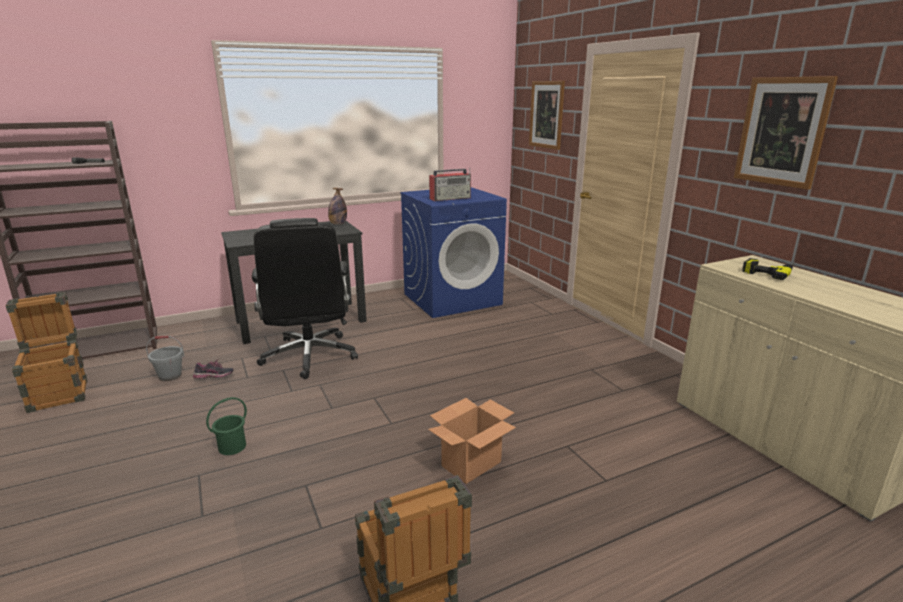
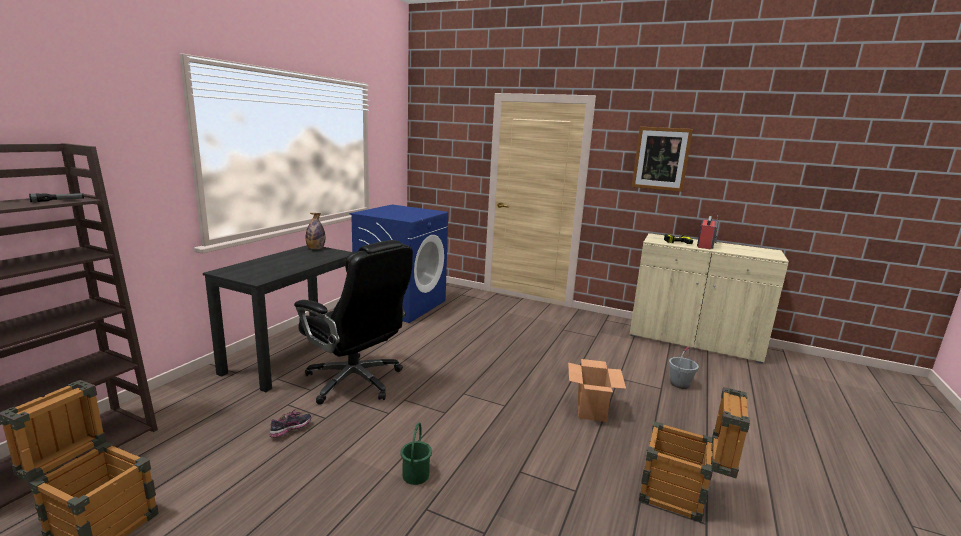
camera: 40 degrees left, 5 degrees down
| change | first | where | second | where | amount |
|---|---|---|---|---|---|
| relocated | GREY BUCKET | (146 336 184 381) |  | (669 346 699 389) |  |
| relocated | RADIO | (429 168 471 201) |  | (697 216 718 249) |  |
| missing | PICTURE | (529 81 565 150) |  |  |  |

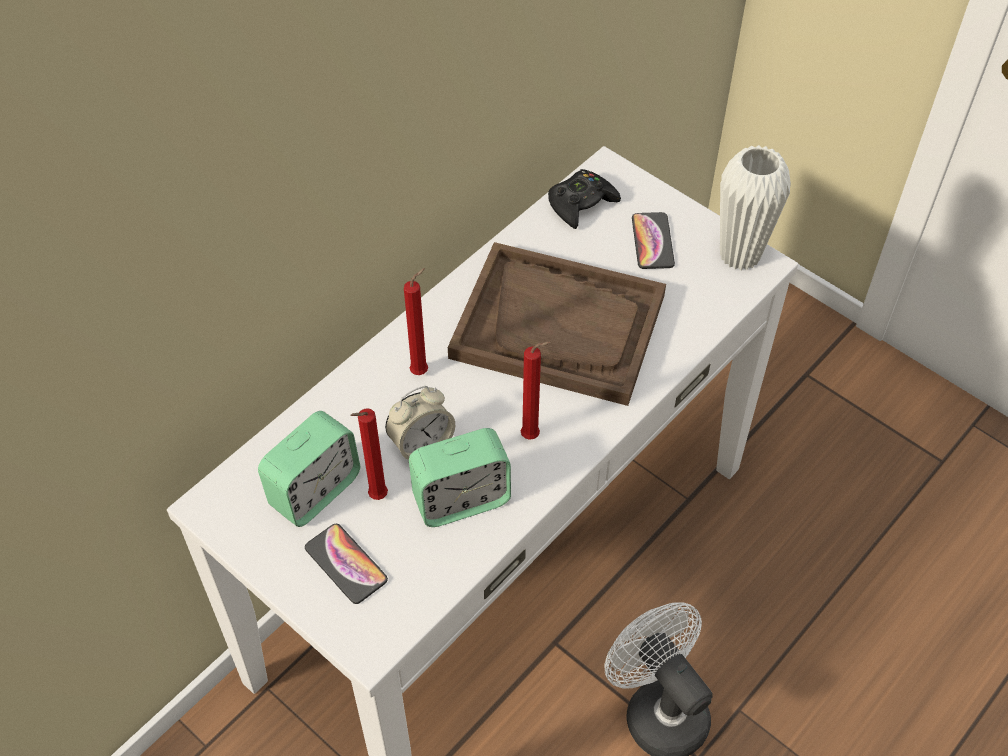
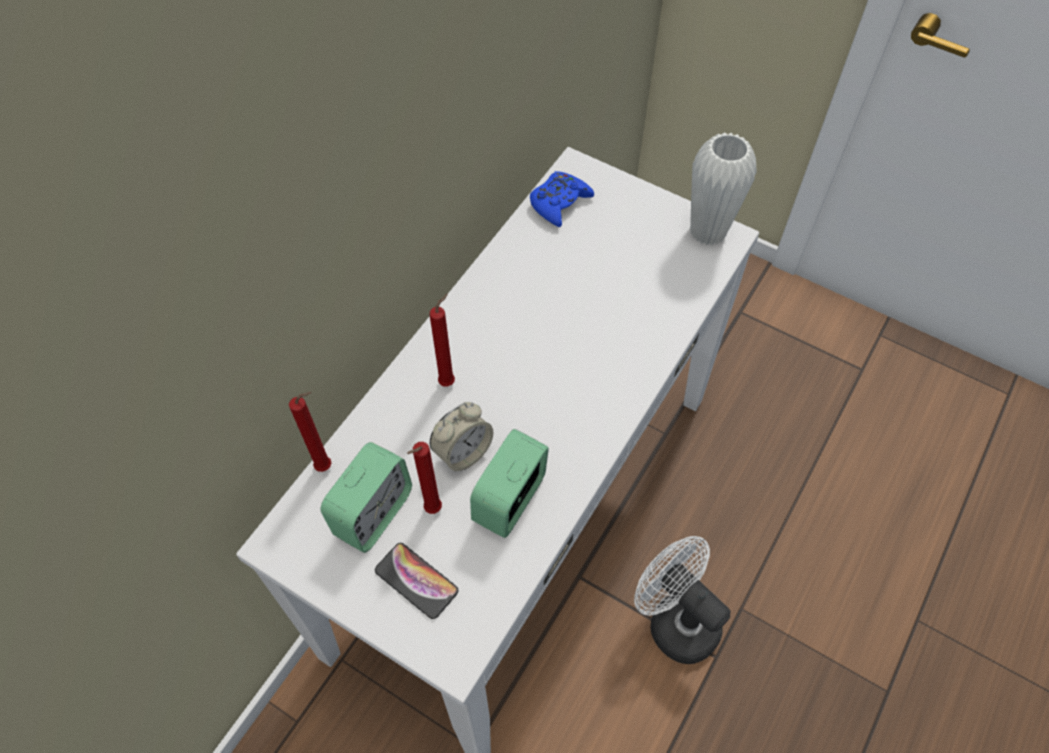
camera: 10 degrees left, 5 degrees up
| change | first | where | second | where | amount |
|---|---|---|---|---|---|
| spun | ALARM CLOCK | (409 428 511 527) |  | (470 429 549 538) | 150 degrees clockwise |
| missing | BROWN TRAY | (448 242 666 406) |  |  |  |
| relocated | RED CANDLE | (521 341 551 440) |  | (289 392 331 472) |  |
| colour | BLACK GAME CONTROLLER | (548 169 621 229) | BLUE GAME CONTROLLER | (530 171 594 227) |  |
| missing | PHONE | (632 212 675 269) |  |  |  |

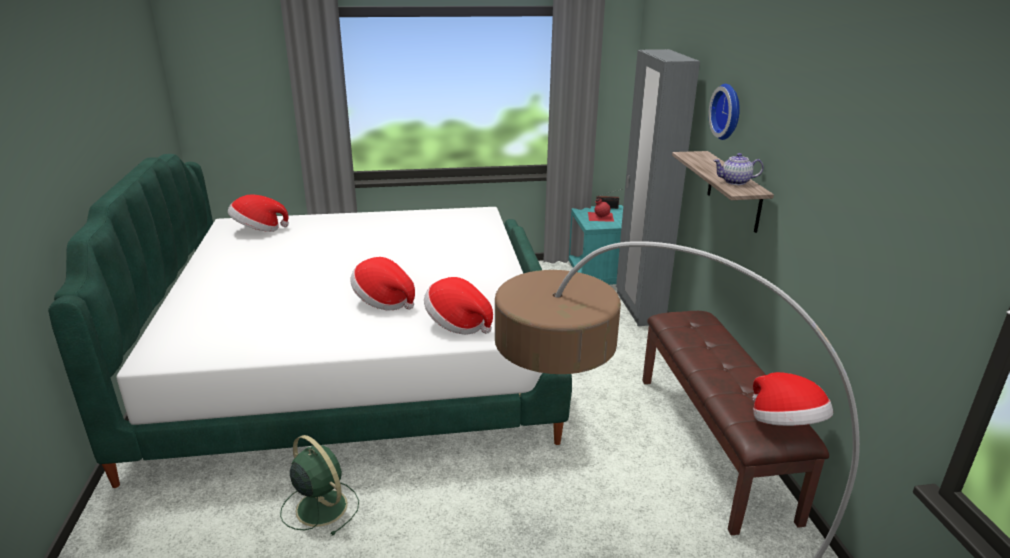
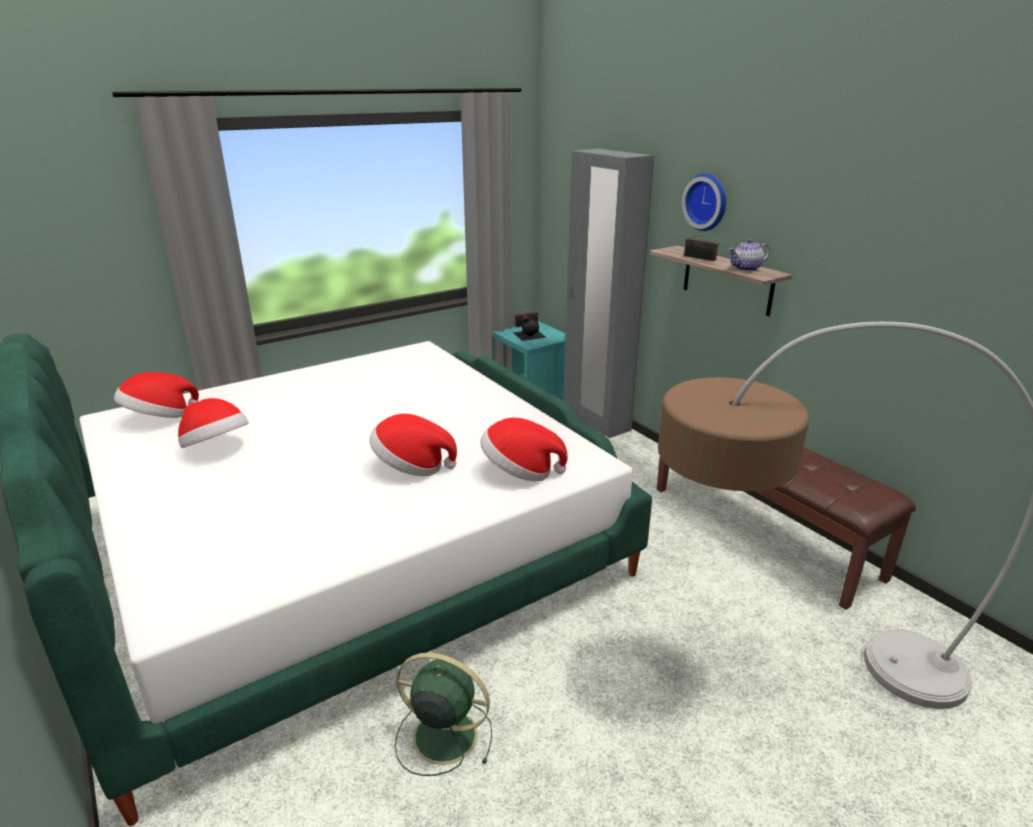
camera: 25 degrees left, 0 degrees up
| change | first | where | second | where | amount |
|---|---|---|---|---|---|
| colour | RED BOTTLE | (588 198 614 222) | BLACK BOTTLE | (513 316 547 341) |  |
| relocated | HAT | (752 372 833 426) |  | (178 398 249 448) |  |
| appeared |  |  | RADIO | (684 231 721 261) |  |

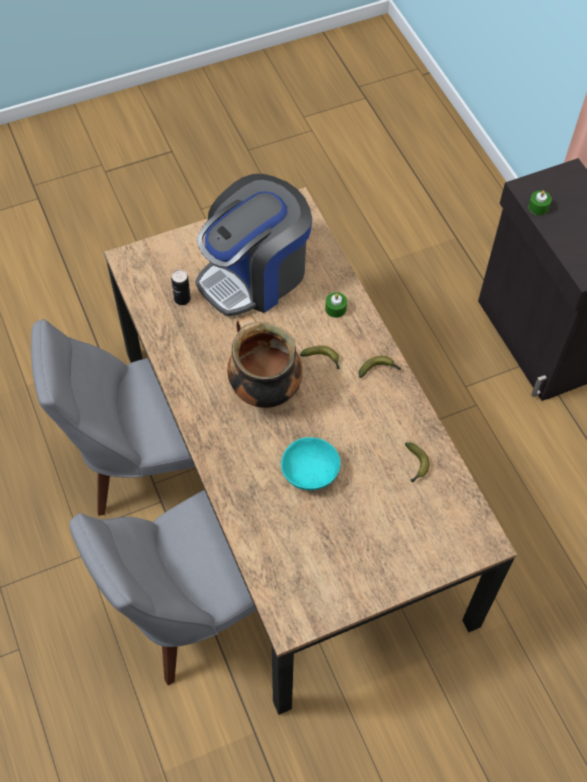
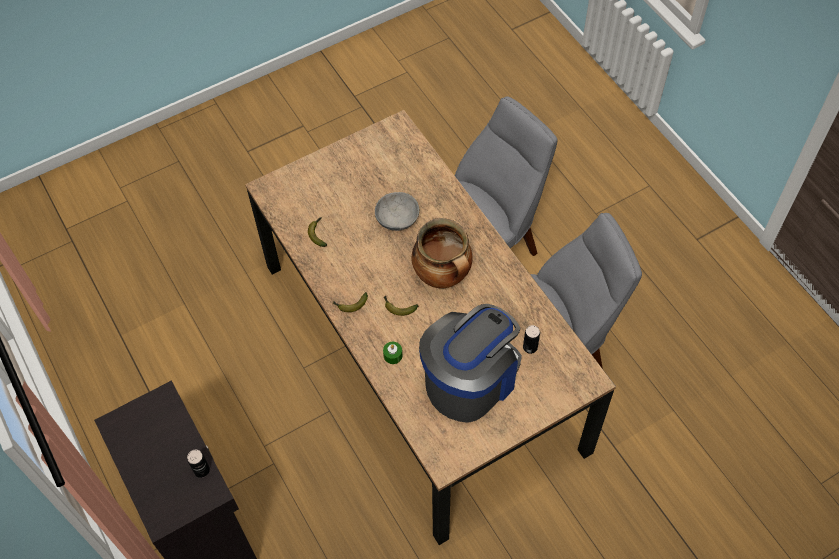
camera: 175 degrees right, 0 degrees up
| change | first | where | second | where | amount |
|---|---|---|---|---|---|
| colour | TURQUOISE BOWL | (281 437 341 490) | GREY BOWL | (375 192 419 231) |  |
| exchanged | GREEN CANDLE | (528 191 552 215) | CAN | (187 450 210 478) |  |

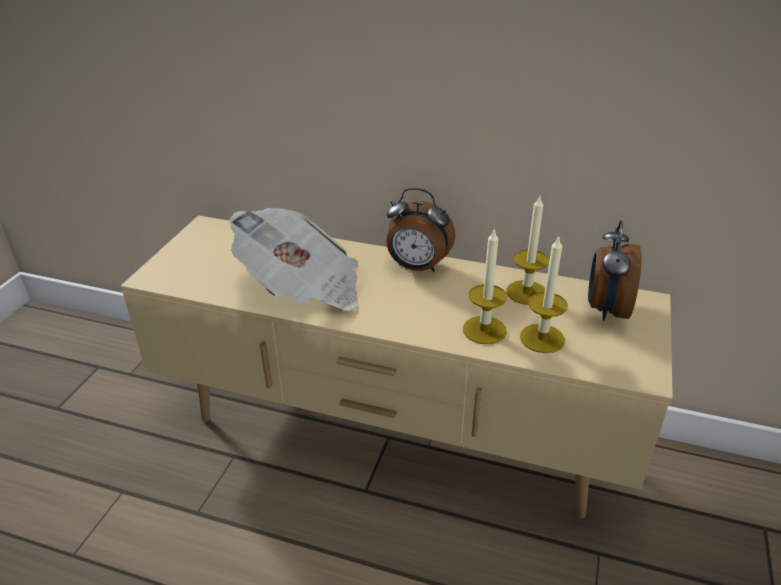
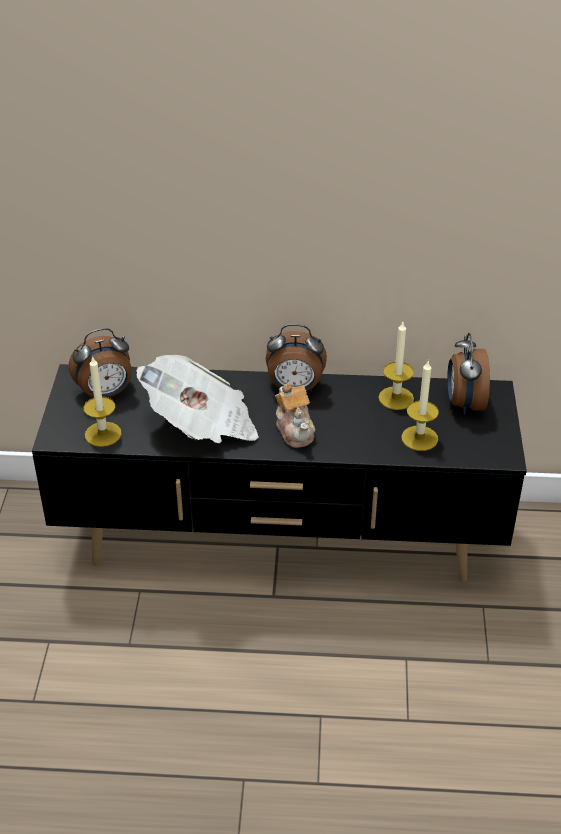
camera: 15 degrees left, 5 degrees up
| change | first | where | second | where | amount |
|---|---|---|---|---|---|
| colour | BEIGE TV STAND | (121 215 673 518) | BLACK TV STAND | (32 364 527 582) |  |
| relocated | CANDLE | (463 228 507 344) |  | (83 356 122 447) |  |
| appeared |  |  | ALARM CLOCK | (69 328 131 399) |  |
| appeared |  |  | TEAPOT | (275 383 315 448) |  |

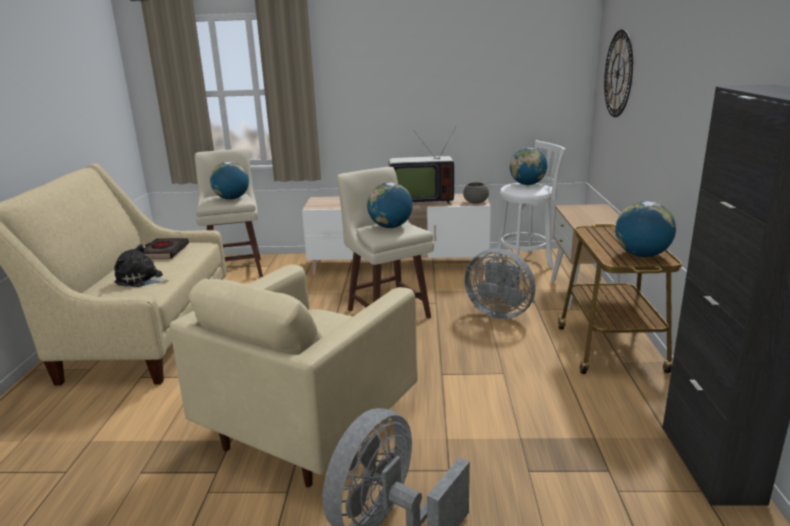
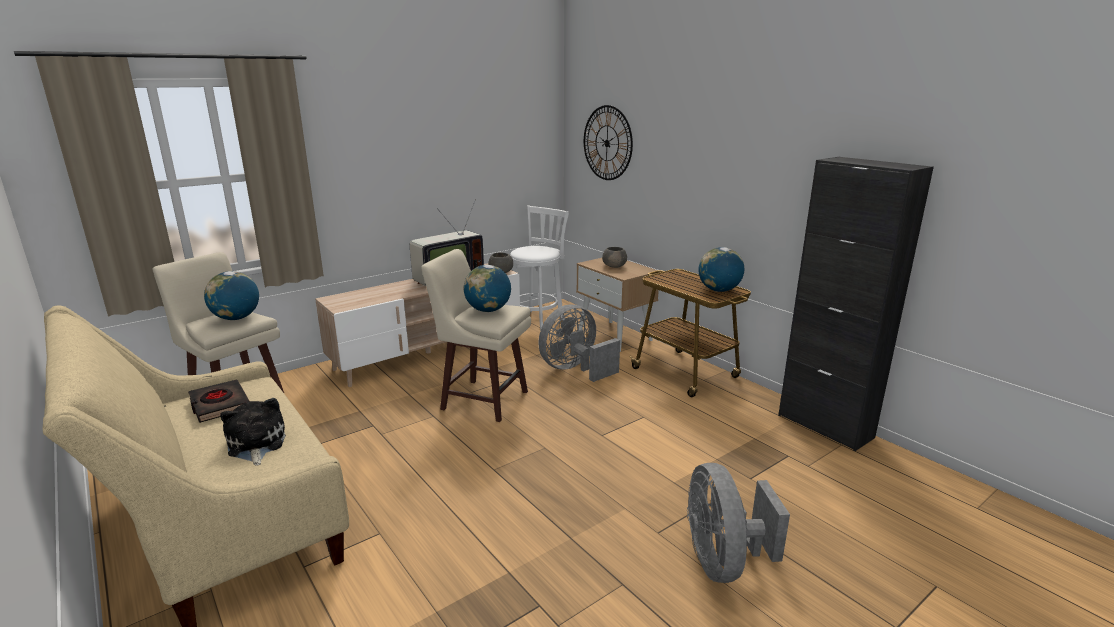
camera: 40 degrees left, 0 degrees up
| change | first | where | second | where | amount |
|---|---|---|---|---|---|
| spun | PLUSH TOY | (114 244 169 287) |  | (220 398 286 466) | 90 degrees clockwise |
| missing | BEIGE ARMCHAIR | (170 265 418 487) |  |  |  |
| spun | GREY FAN | (464 248 536 319) |  | (538 305 620 382) | 150 degrees clockwise |
| missing | GLOBE | (510 148 547 185) |  |  |  |
| appeared |  |  | GREY BOWL | (602 247 627 268) |  |

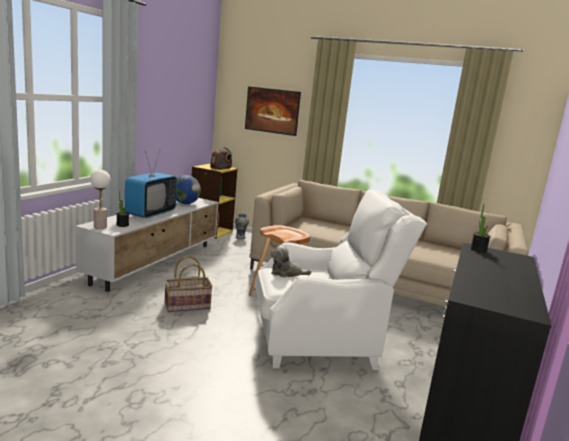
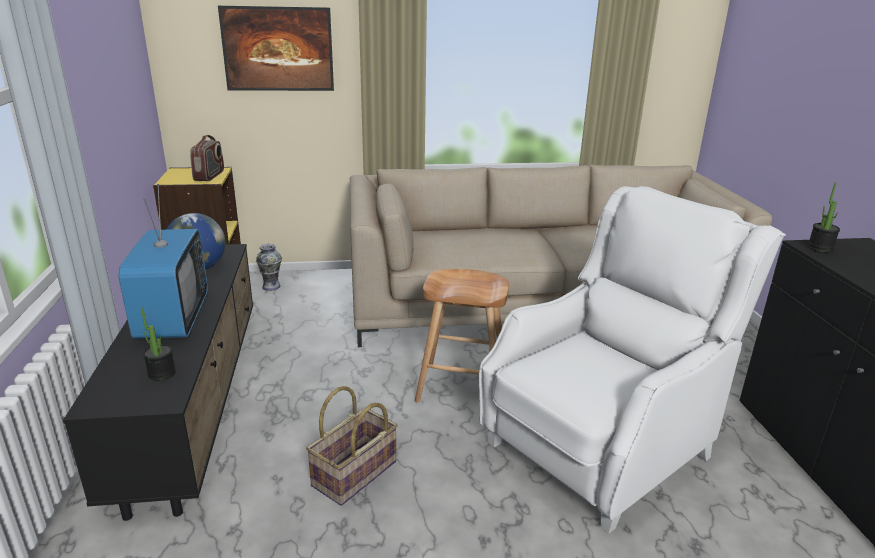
camera: 30 degrees left, 10 degrees up
| change | first | where | second | where | amount |
|---|---|---|---|---|---|
| colour | WHITE TV STAND | (75 198 219 292) | BLACK TV STAND | (63 244 253 521) |  |
| missing | TABLE LAMP | (90 170 111 229) |  |  |  |
| missing | PLUSH TOY | (271 245 311 277) |  |  |  |

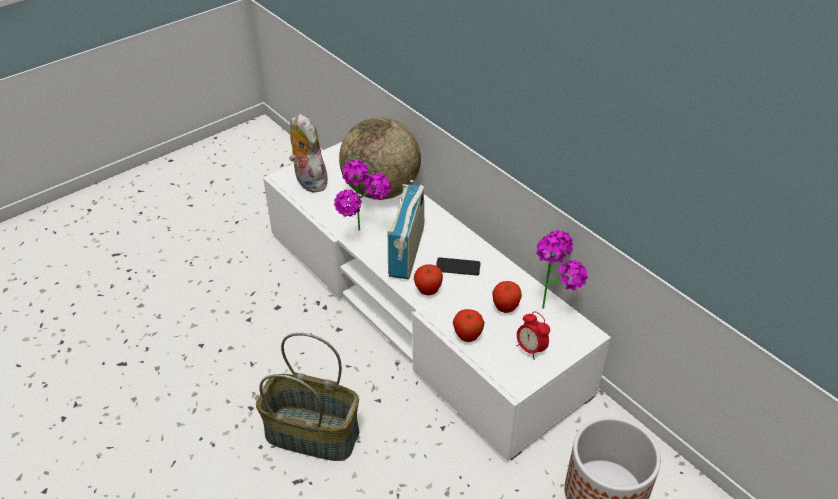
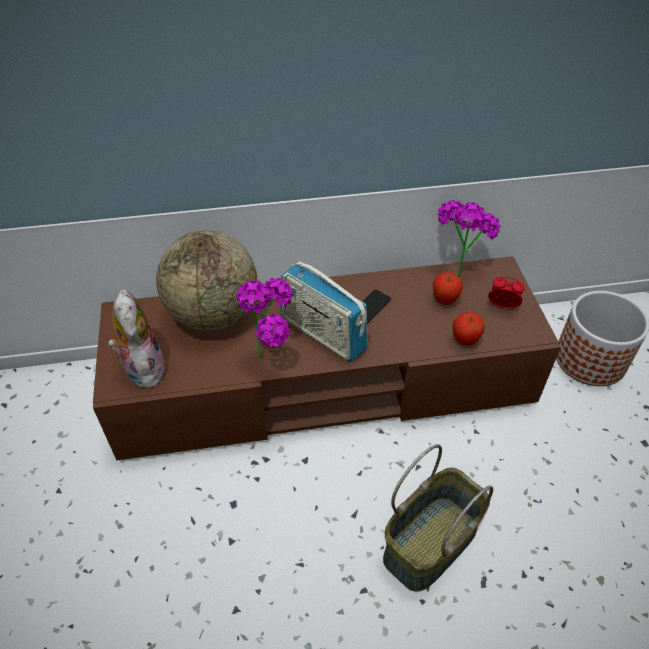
camera: 60 degrees left, 5 degrees up
| change | first | where | second | where | amount |
|---|---|---|---|---|---|
| colour | WHITE TV STAND | (263 142 611 461) | BROWN TV STAND | (93 256 561 460) |  |
| spun | PLUSH TOY | (289 114 328 193) |  | (108 290 166 388) | 75 degrees clockwise |
| missing | APPLE | (414 264 443 295) |  |  |  |
| spun | ALARM CLOCK | (517 311 550 360) |  | (488 277 525 309) | 150 degrees counterclockwise |

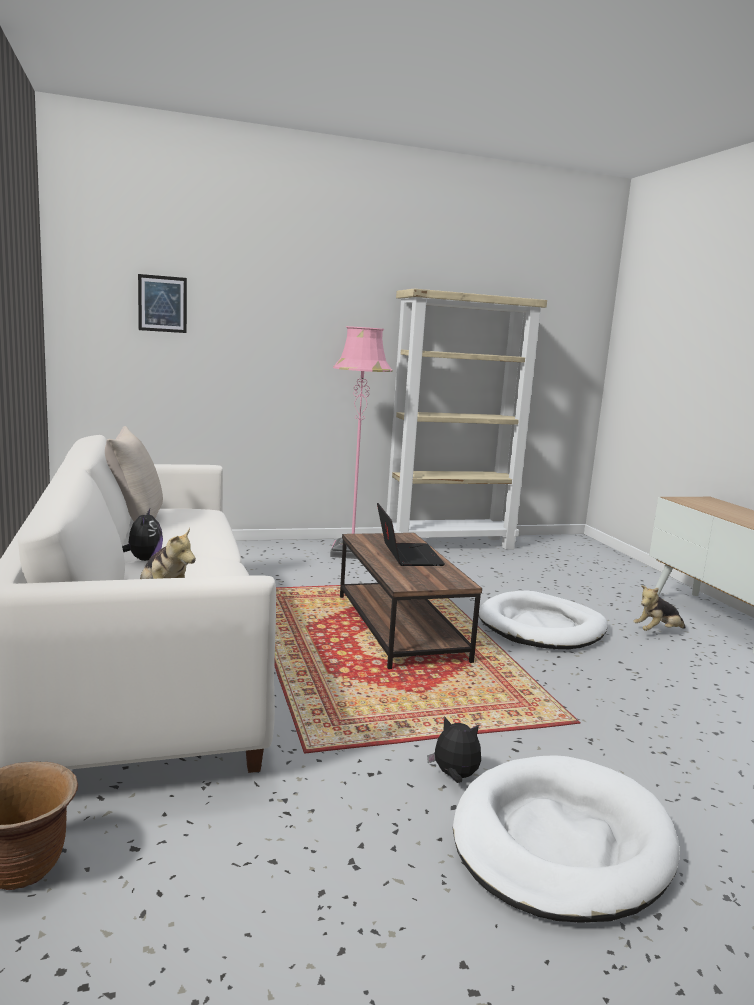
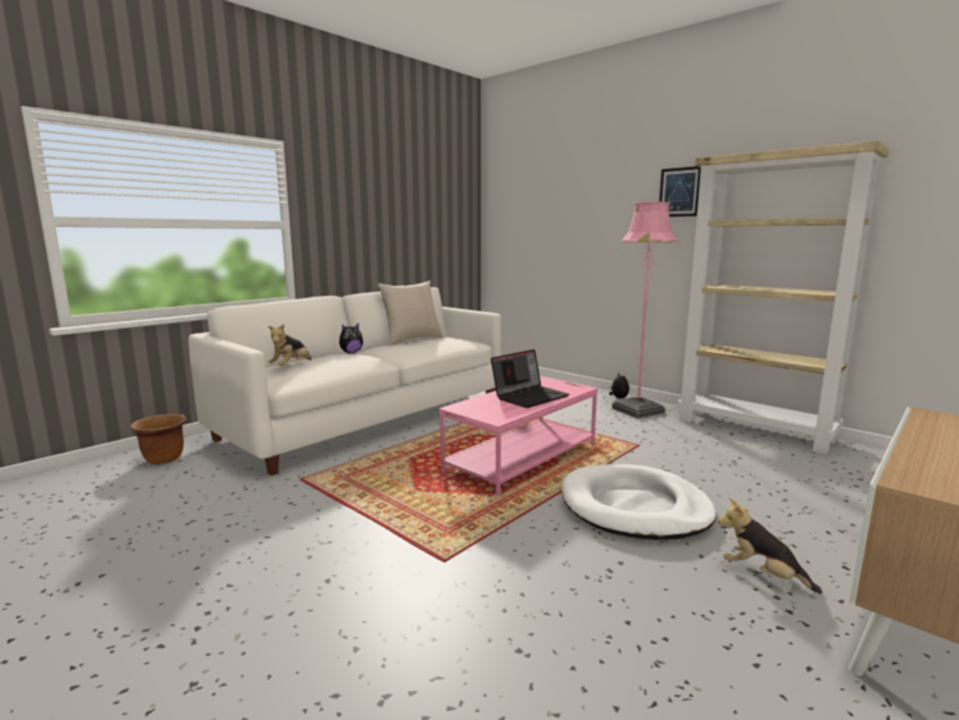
camera: 60 degrees right, 0 degrees up
| change | first | where | second | where | amount |
|---|---|---|---|---|---|
| relocated | PICTURE | (138 274 187 333) |  | (659 166 701 217) |  |
| colour | BROWN COFFEE TABLE | (340 533 482 669) | PINK COFFEE TABLE | (439 376 598 495) |  |
| relocated | PLUSH TOY | (427 717 481 783) |  | (609 373 629 399) |  |
| missing | WHITE DOG BED | (453 755 680 923) |  |  |  |

